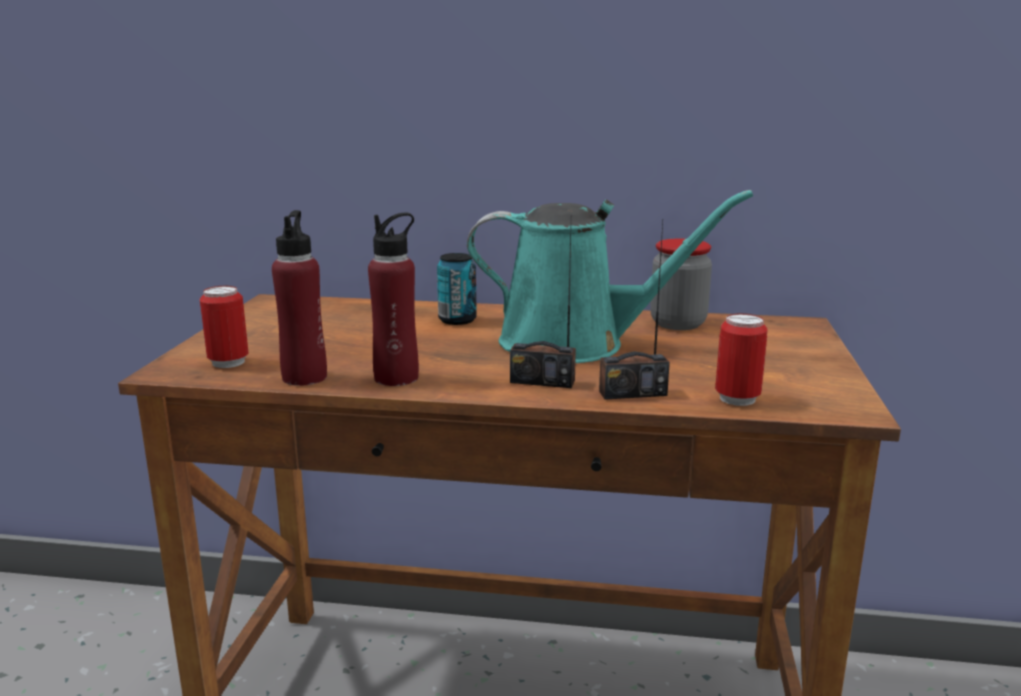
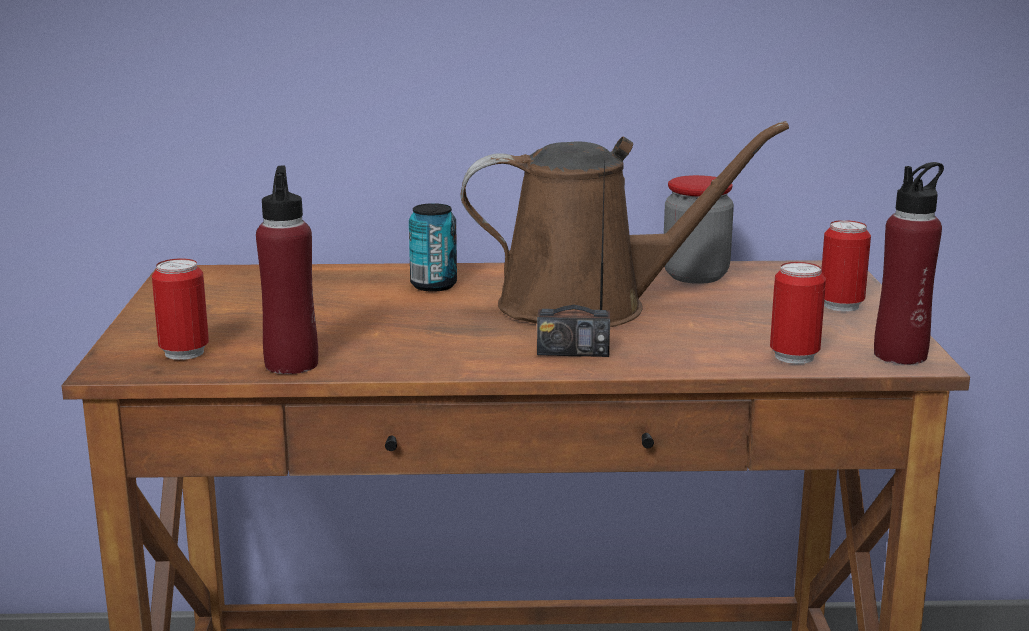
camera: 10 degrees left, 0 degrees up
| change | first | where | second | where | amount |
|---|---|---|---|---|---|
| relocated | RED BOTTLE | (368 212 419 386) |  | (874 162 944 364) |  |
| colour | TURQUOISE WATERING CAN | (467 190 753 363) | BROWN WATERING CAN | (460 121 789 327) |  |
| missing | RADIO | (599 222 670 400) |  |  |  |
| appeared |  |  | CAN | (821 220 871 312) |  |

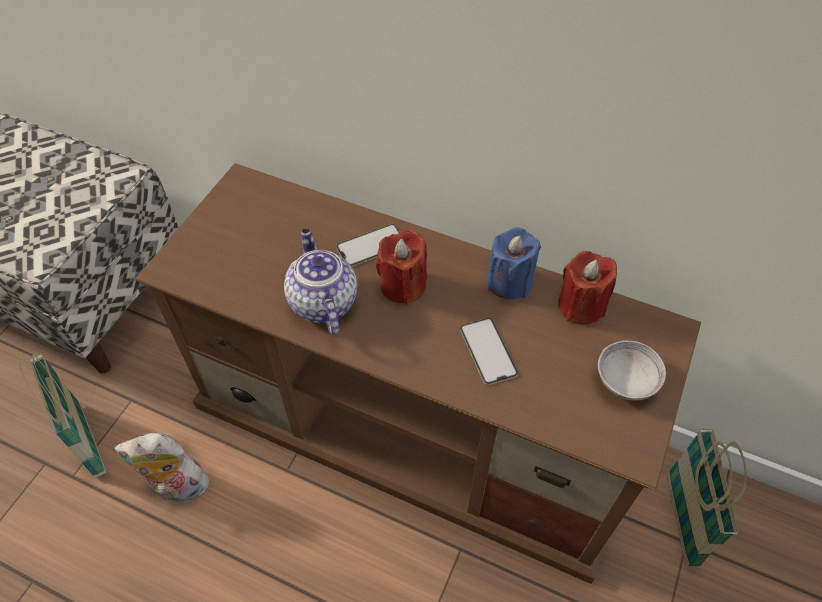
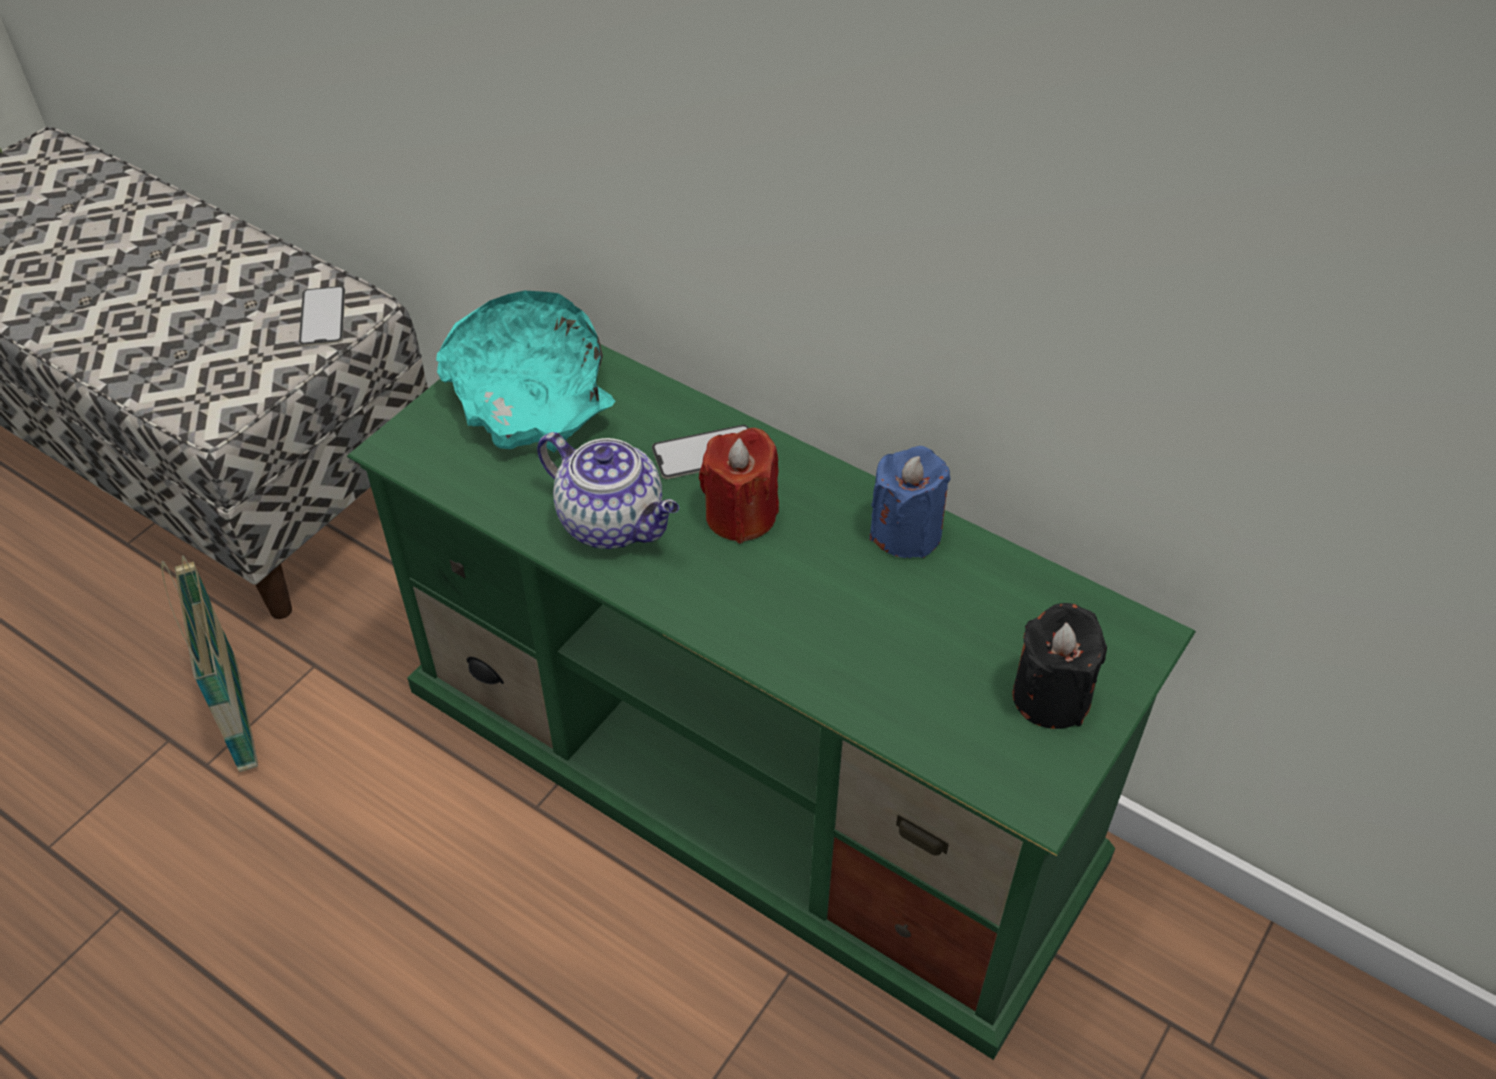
camera: 10 degrees right, 5 degrees down
| change | first | where | second | where | amount |
|---|---|---|---|---|---|
| missing | PLUSH TOY | (115 433 209 507) |  |  |  |
| colour | BROWN TV STAND | (134 163 701 584) | GREEN TV STAND | (347 344 1196 1060) |  |
| spun | TEAPOT | (284 228 358 335) |  | (537 432 679 549) | 135 degrees clockwise |
| relocated | PHONE | (460 318 518 385) |  | (299 286 345 346) |  |
| missing | RED CANDLE | (558 251 617 324) |  |  |  |
| exchanged | GREY BOWL | (598 340 666 400) | BLACK CANDLE | (1012 603 1107 729) |  |
| missing | BASKET | (667 429 747 567) |  |  |  |
| appeared |  |  | TURQUOISE BOWL | (436 291 615 452) |  |

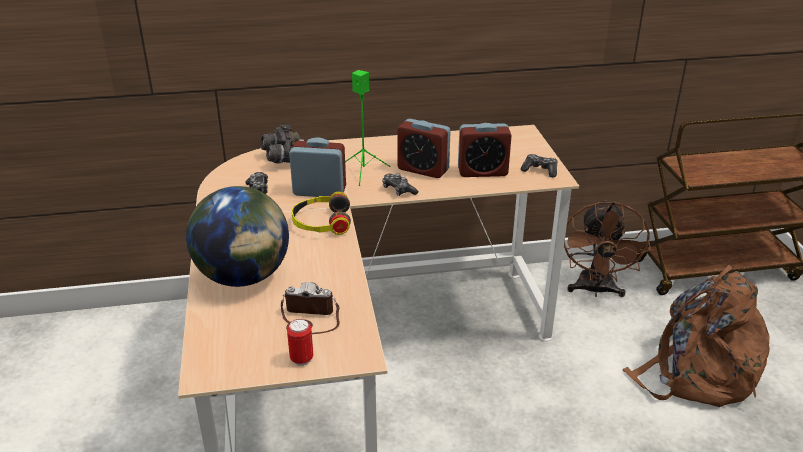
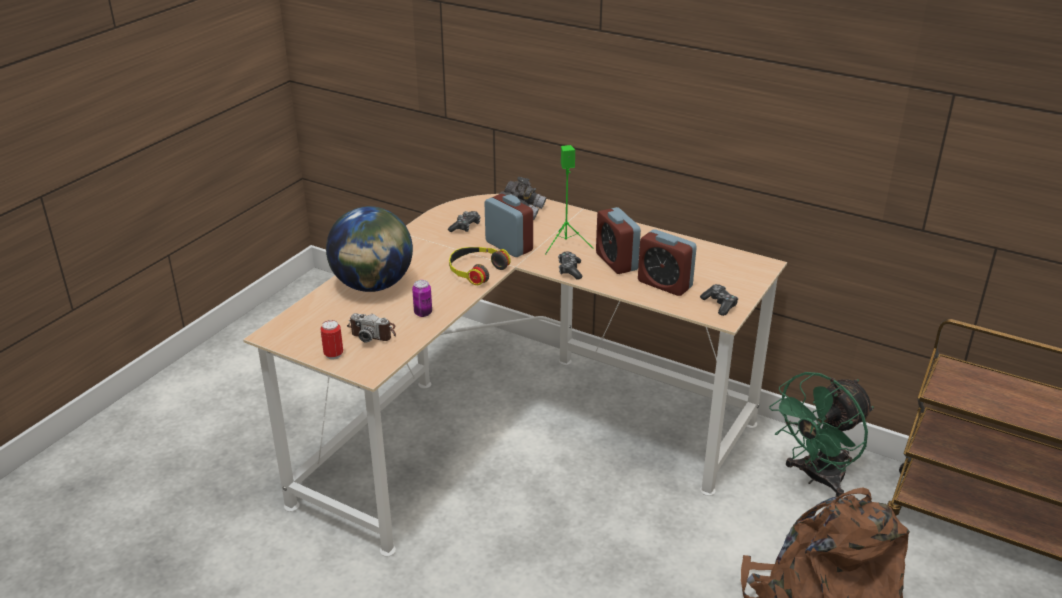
camera: 40 degrees right, 0 degrees up
| change | first | where | second | where | amount |
|---|---|---|---|---|---|
| spun | PHOTO CAMERA | (281 282 340 334) |  | (347 313 396 343) | 150 degrees clockwise |
| colour | BROWN FAN | (564 200 651 297) | GREEN FAN | (769 372 874 498) |  |
| appeared |  |  | CAN | (412 280 432 317) |  |

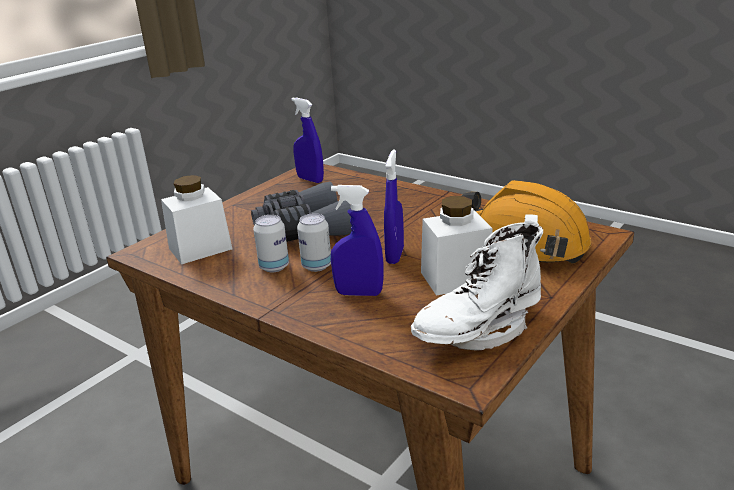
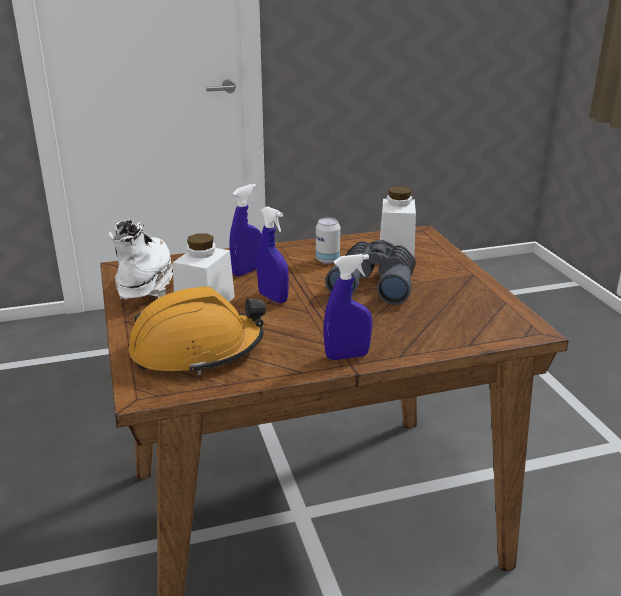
camera: 125 degrees right, 0 degrees up
| change | first | where | second | where | amount |
|---|---|---|---|---|---|
| relocated | BLUE SPRAY BOTTLE | (291 97 324 183) |  | (323 254 372 360) |  |
| missing | CAN | (297 213 331 272) |  |  |  |

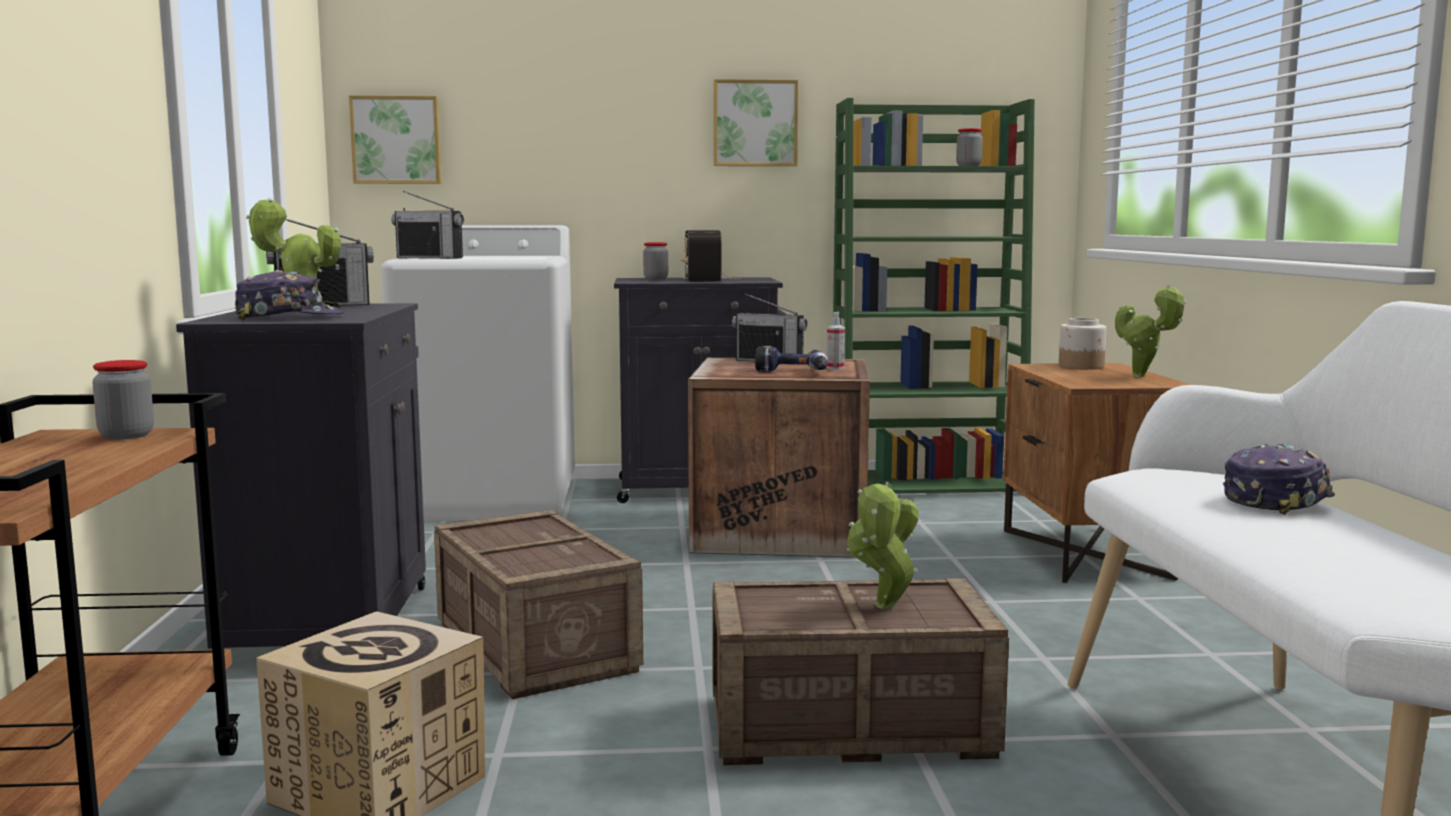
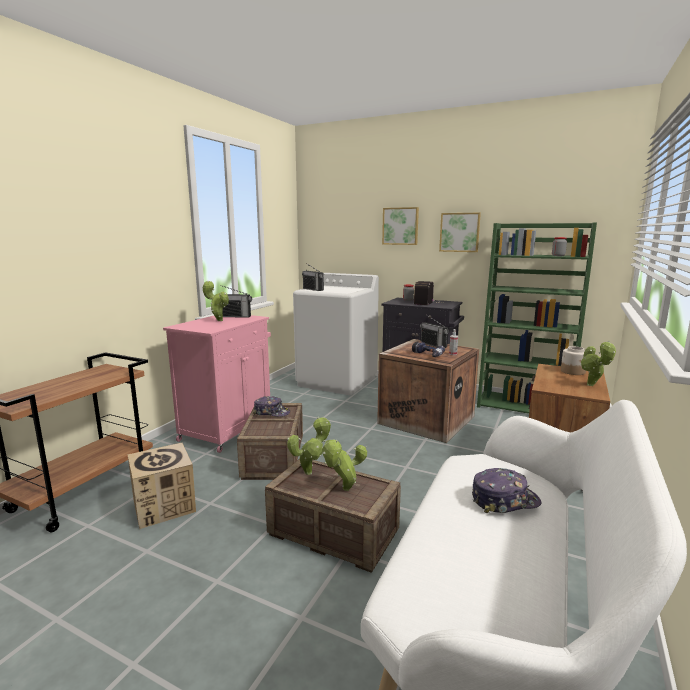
camera: 30 degrees right, 5 degrees up
| change | first | where | second | where | amount |
|---|---|---|---|---|---|
| missing | JAR | (92 360 154 440) |  |  |  |
| colour | BLACK CABINET | (176 303 426 649) | PINK CABINET | (163 315 271 453) |  |
| relocated | CAP | (235 270 345 320) |  | (253 396 290 417) |  |
| relocated | PICTURE | (349 95 442 184) |  | (382 207 419 245) |  |
| appeared |  |  | POTTED PLANT | (287 417 331 475) |  |

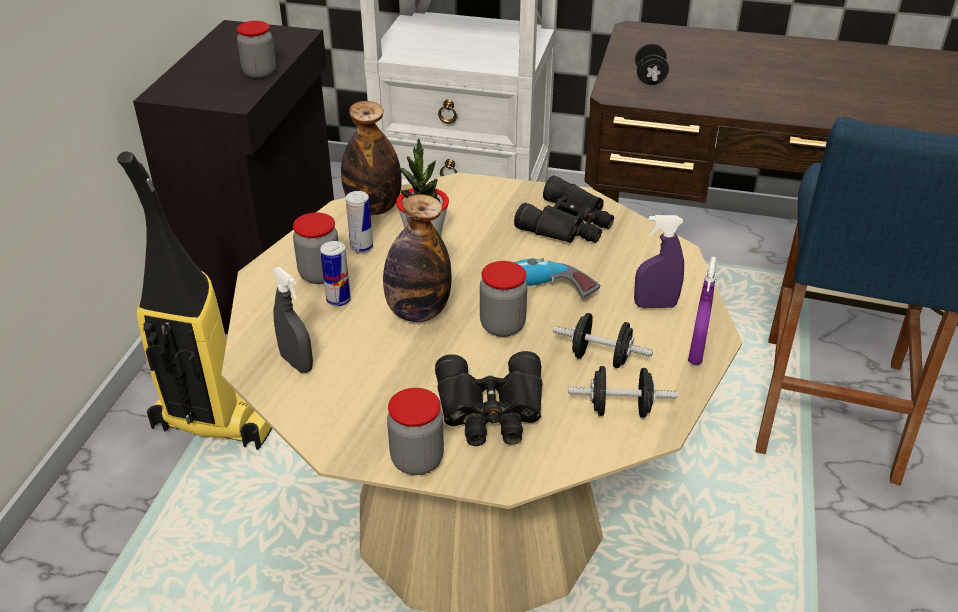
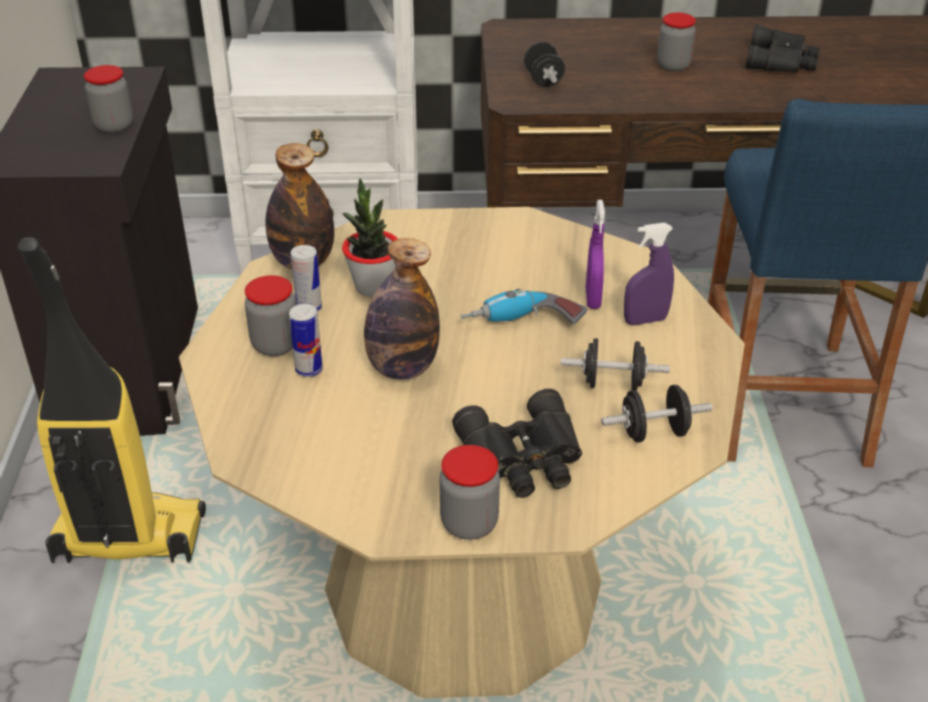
camera: 15 degrees left, 0 degrees up
| change | first | where | second | where | amount |
|---|---|---|---|---|---|
| missing | GREY SPRAY BOTTLE | (272 267 313 373) |  |  |  |
| relocated | JAR | (480 261 527 337) |  | (657 13 696 71) |  |
| relocated | BLACK BINOCULARS | (514 175 614 243) |  | (745 25 820 72) |  |
| relocated | PURPLE SPRAY BOTTLE | (688 257 717 365) |  | (586 200 605 309) |  |

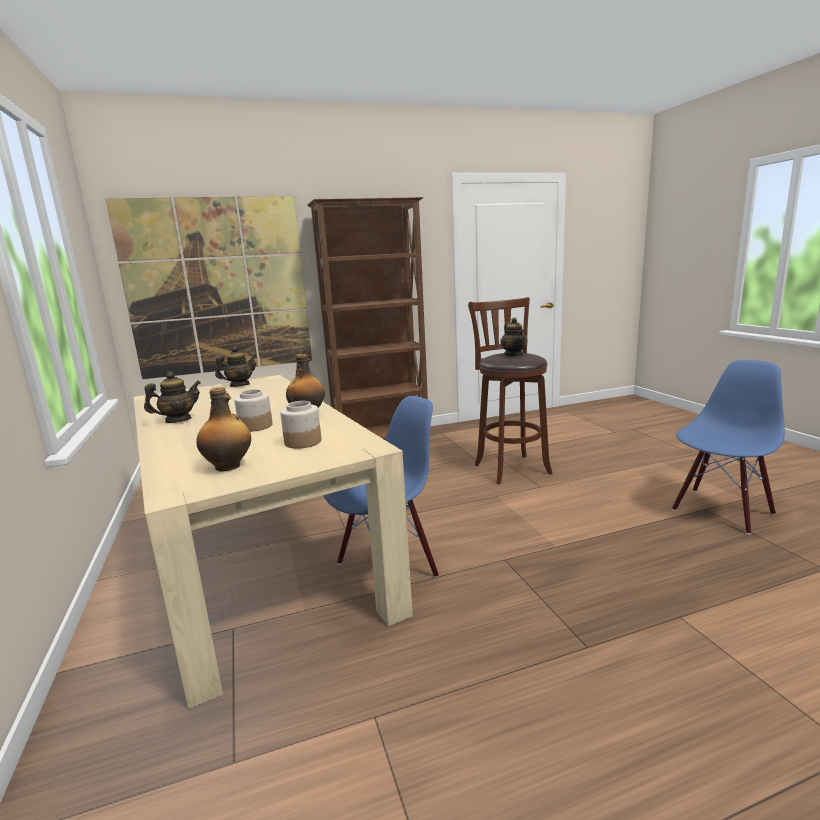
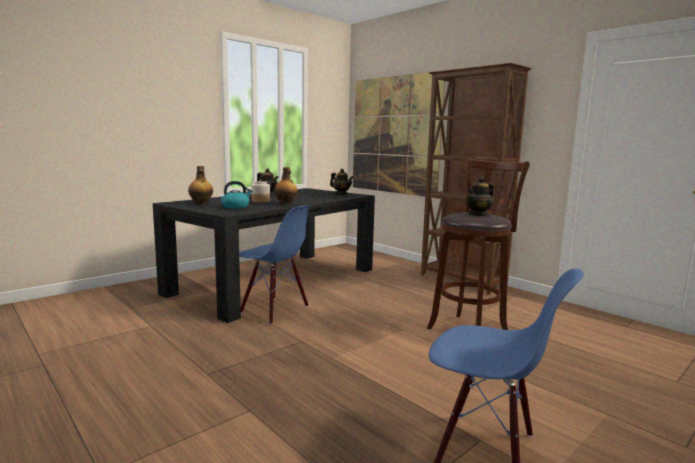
camera: 65 degrees right, 5 degrees down
| change | first | where | second | where | amount |
|---|---|---|---|---|---|
| colour | BEIGE DINING TABLE | (133 375 413 709) | BLACK DINING TABLE | (153 188 375 323) |  |
| exchanged | JAR | (280 401 321 449) | KETTLE | (221 181 253 209) |  |

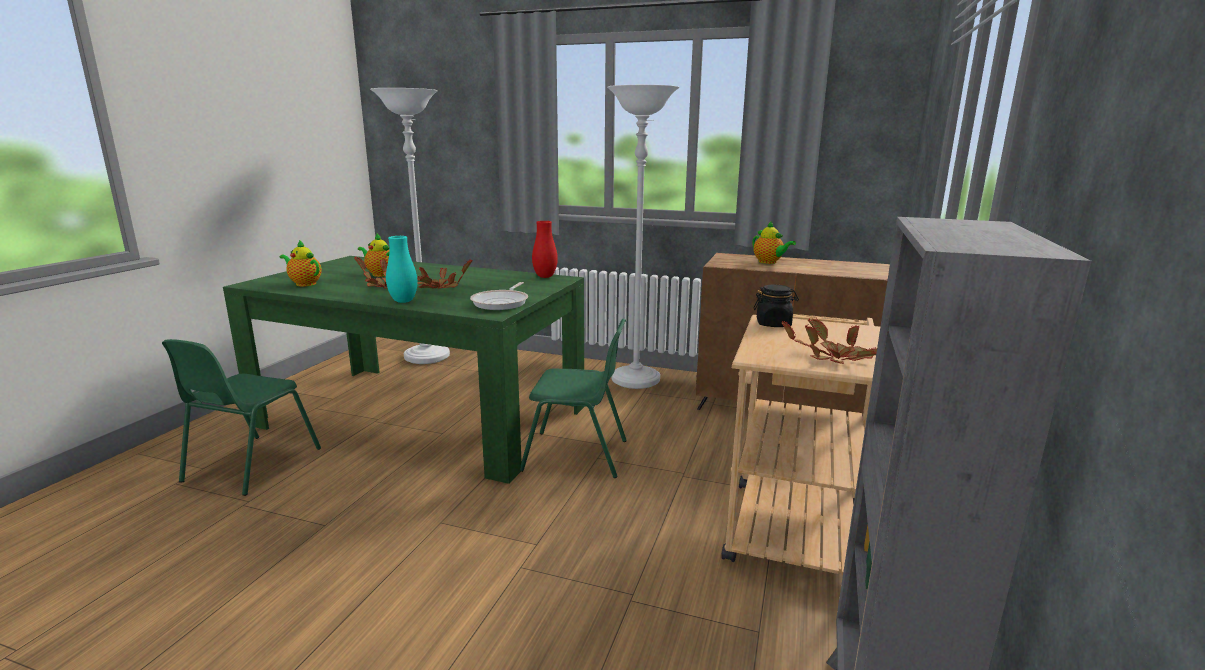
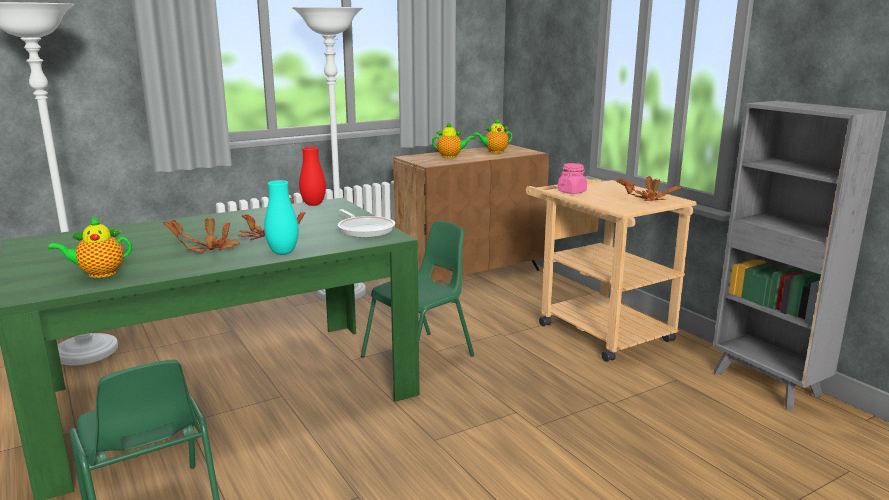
camera: 50 degrees left, 0 degrees up
| change | first | where | second | where | amount |
|---|---|---|---|---|---|
| relocated | TEAPOT | (358 234 390 277) |  | (473 118 512 153) |  |
| colour | BLACK JAR | (754 284 799 327) | PINK JAR | (558 163 587 194) |  |

